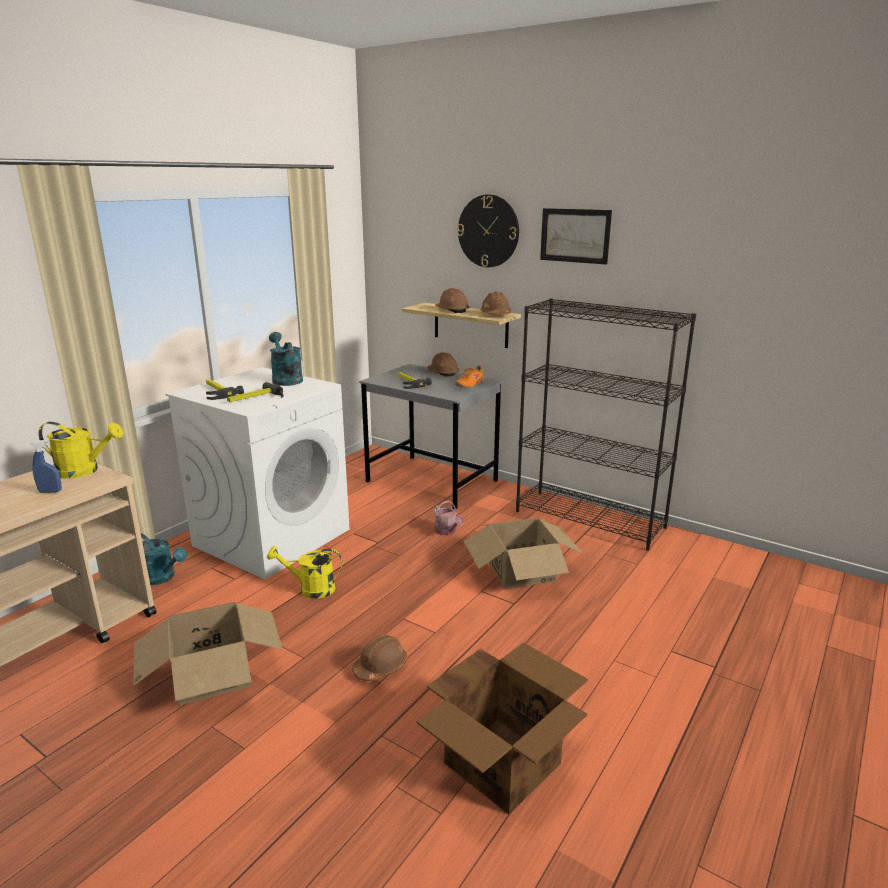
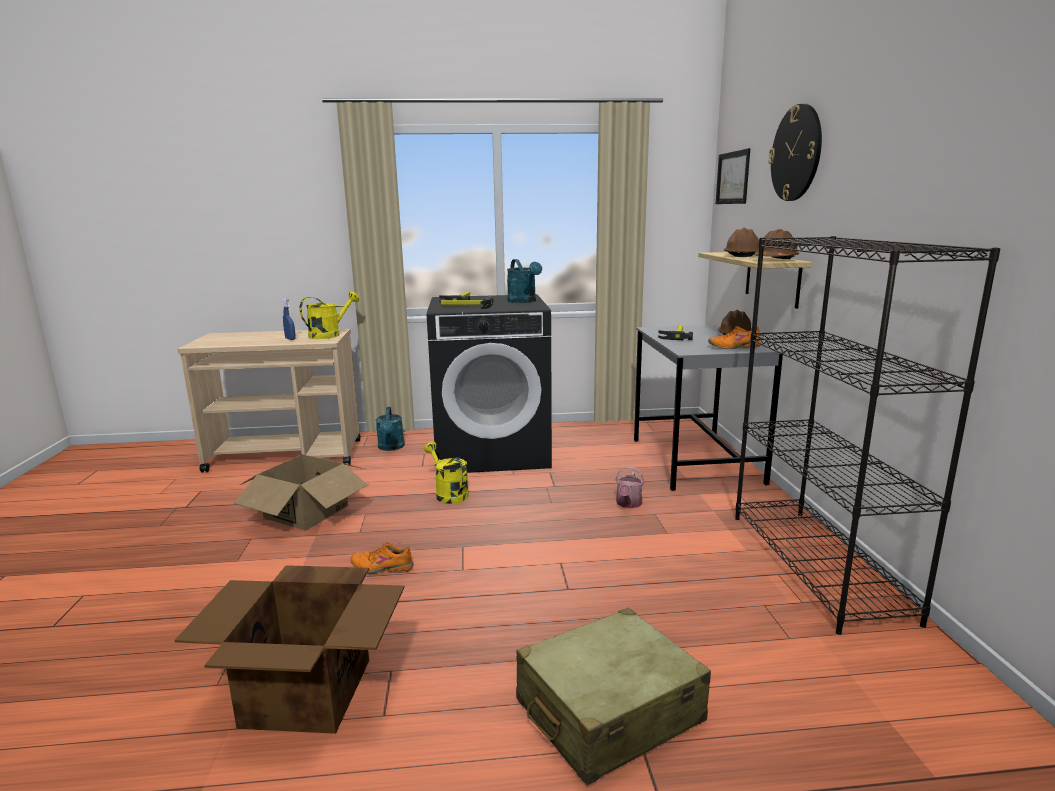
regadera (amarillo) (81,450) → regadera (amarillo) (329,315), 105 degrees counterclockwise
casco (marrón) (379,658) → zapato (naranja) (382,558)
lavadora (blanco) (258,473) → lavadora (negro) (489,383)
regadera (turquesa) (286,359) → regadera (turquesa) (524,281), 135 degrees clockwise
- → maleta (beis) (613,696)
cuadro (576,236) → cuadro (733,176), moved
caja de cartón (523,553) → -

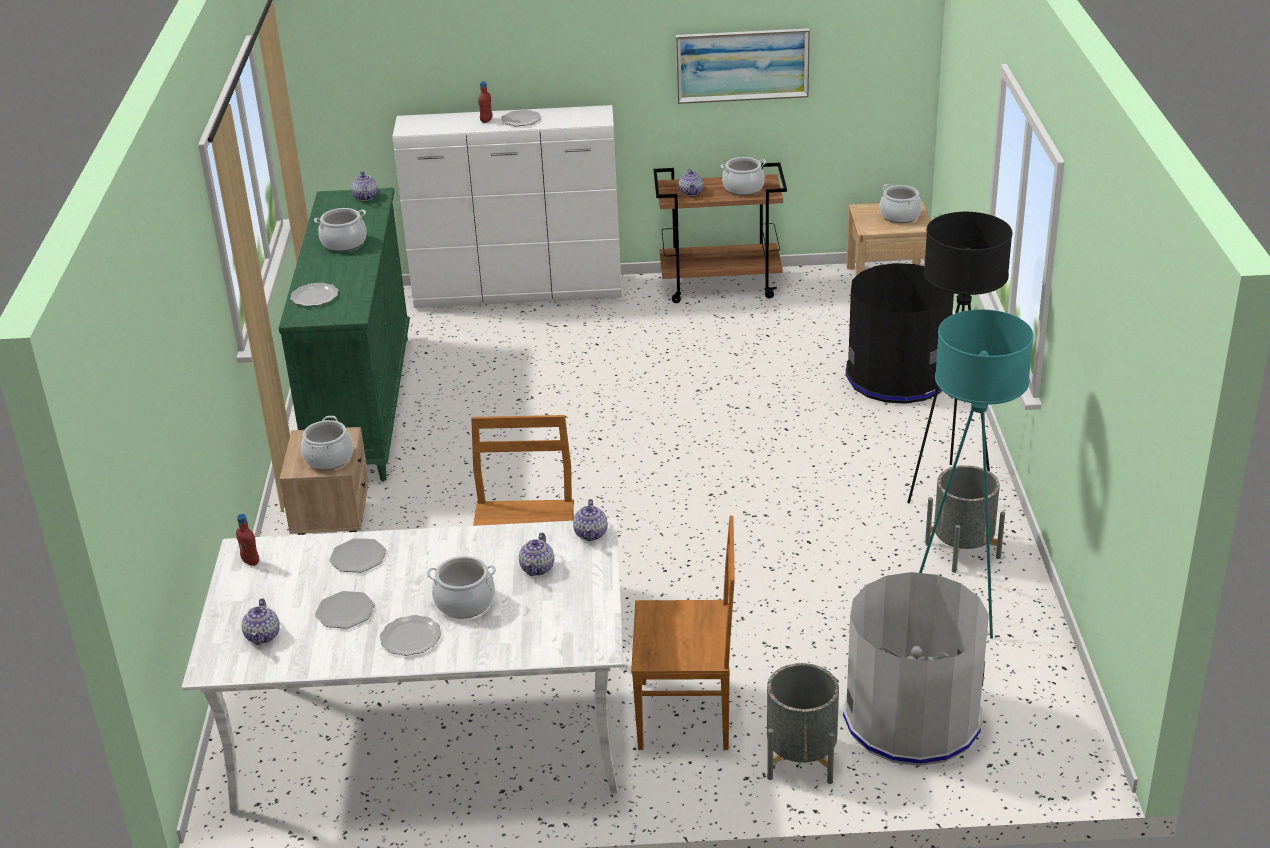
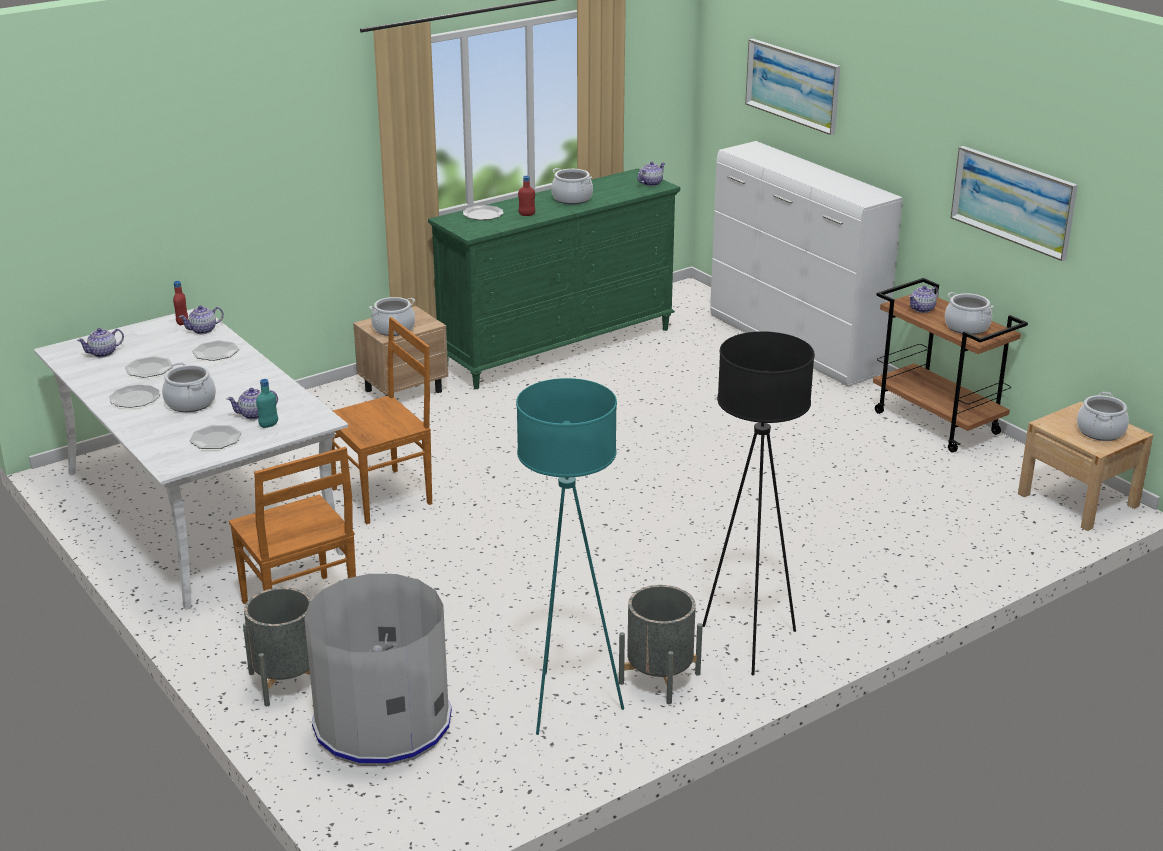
tetera (590,520) → tetera (201,320), moved
plato (521,118) → plato (215,437), moved
- → botella (turquesa) (267,403)
botella (rojo) (485,102) → botella (rojo) (526,196), moved
- → cuadro (792,87)
papelera (negro) (900,333) → -

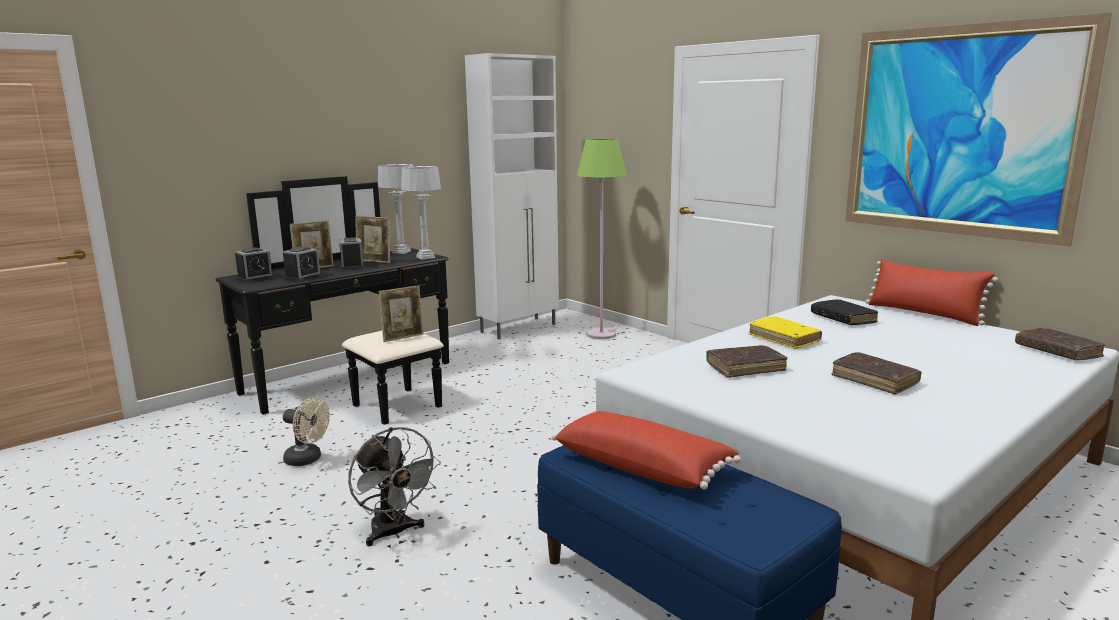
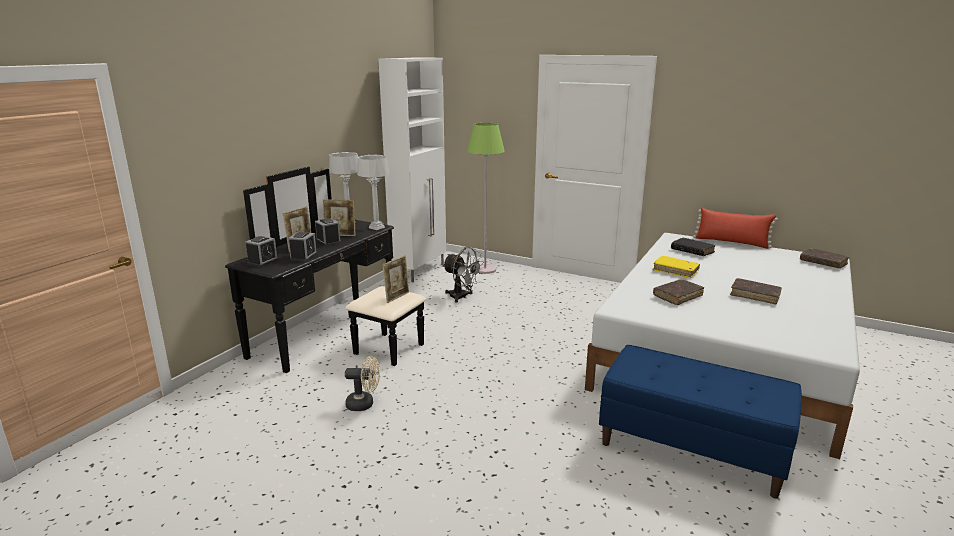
ventilador (gris) (394,486) → ventilador (gris) (463,275), moved
cojín (rojo) (646,450) → -
cuadro (978,129) → -

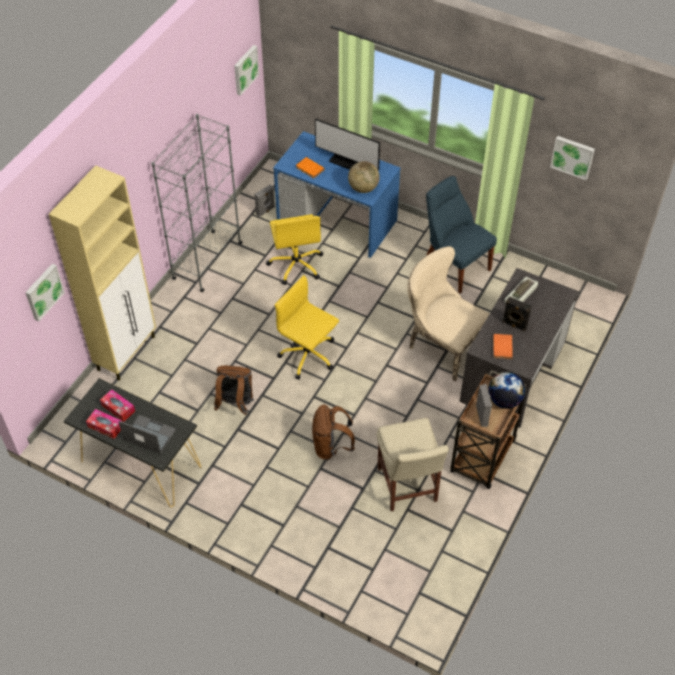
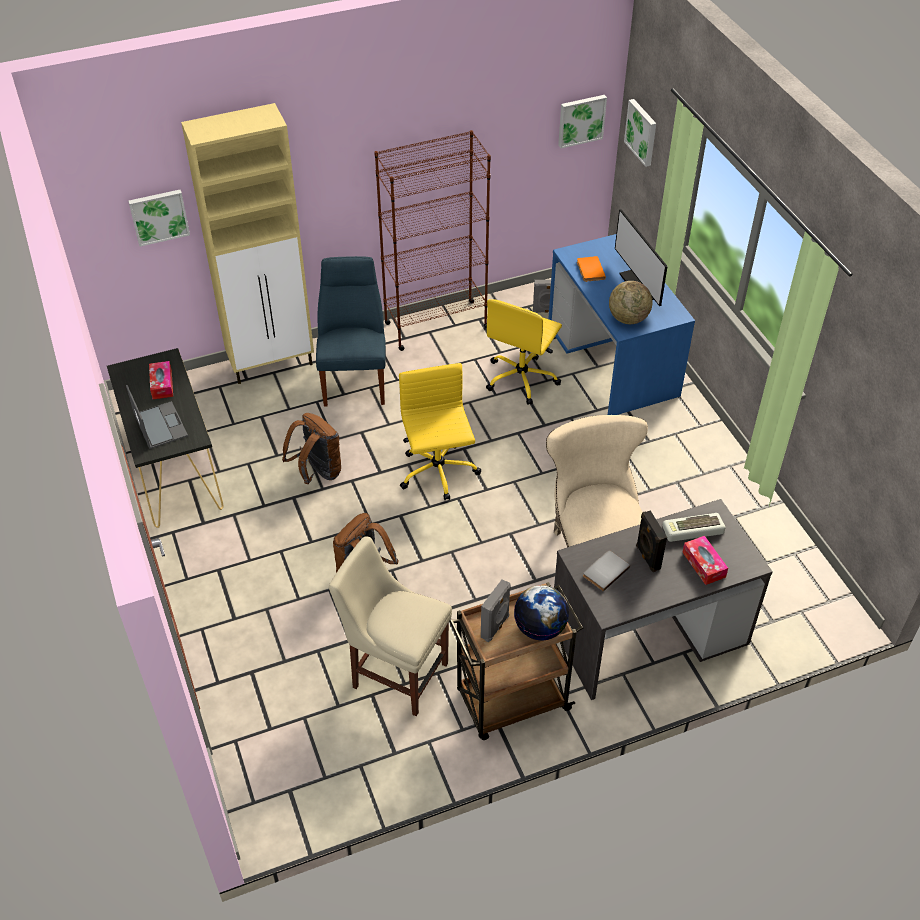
silla (azul) (461,234) → silla (azul) (351,331), moved
silla (beis) (413,464) → silla (beis) (390,626), 90 degrees clockwise
estantería (gris) (197,203) → estantería (marrón) (432,240)
libro (naranja) (503,346) → libro (gris) (606,571)
cuadro (572,158) → cuadro (640,133), moved
caja de pañuelos (104,424) → caja de pañuelos (705,560), moved

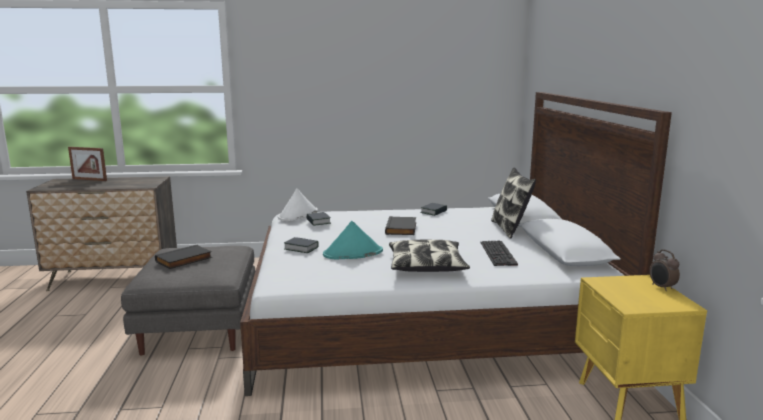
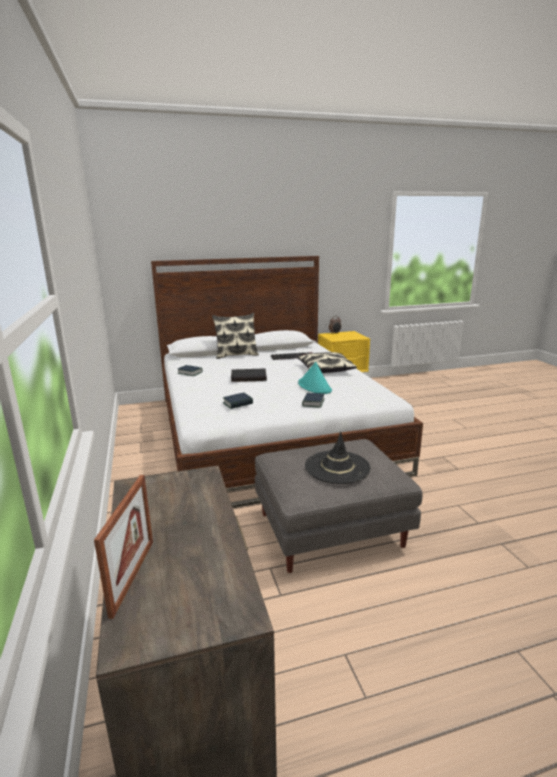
libro (negro) (183,257) → sombrero (negro) (338,458)
sombrero (blanco) (298,204) → -

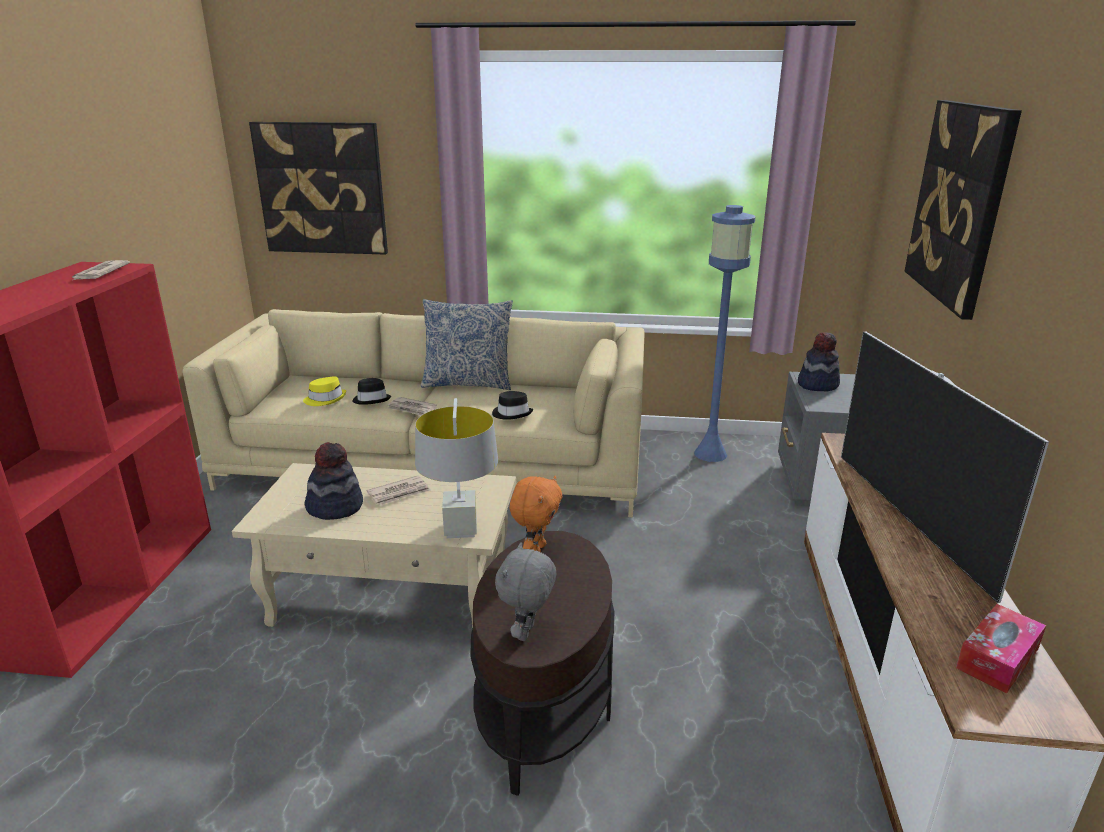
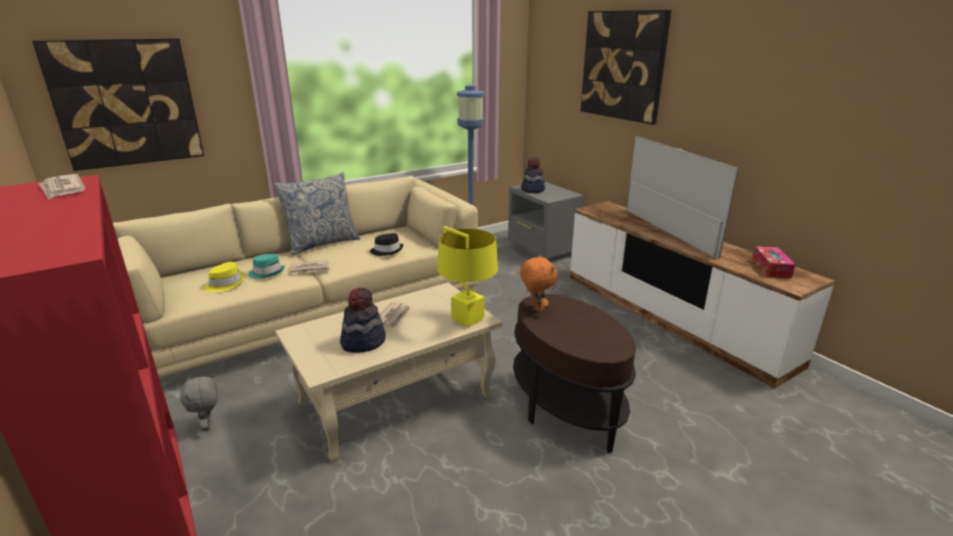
peluche (gris) (525,591) → peluche (gris) (199,403), moved
sombrero (negro) (371,391) → sombrero (turquesa) (267,266)
lámpara de mesa (gris) (456,468) → lámpara de mesa (amarillo) (467,276)
televisor (945,467) → televisor (683,197), 150 degrees counterclockwise

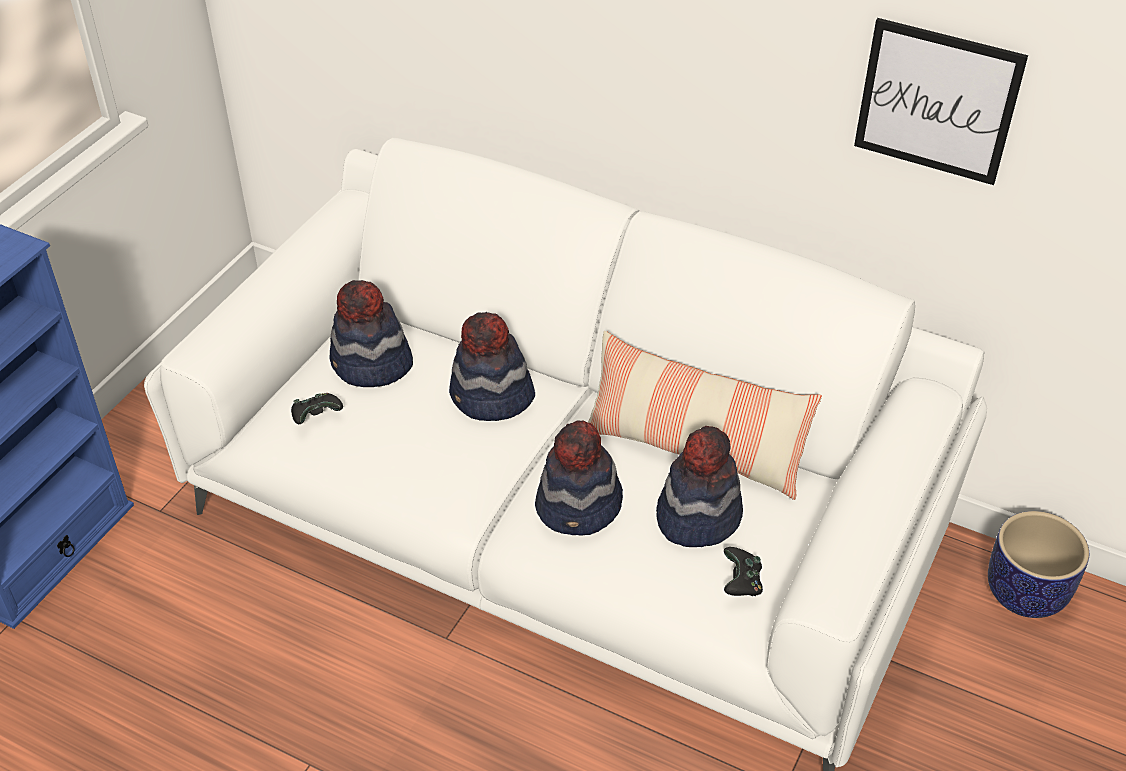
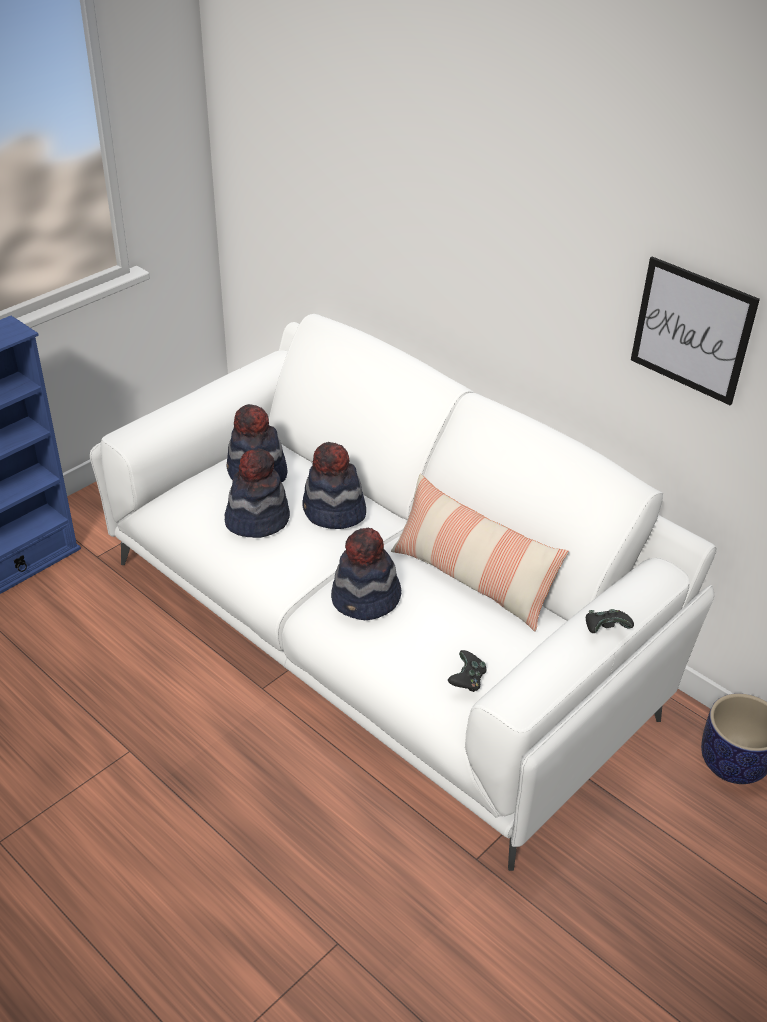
sombrero (699,486) → sombrero (257,493), moved
mando de consola (negro) (317,408) → mando de consola (negro) (610,621), moved

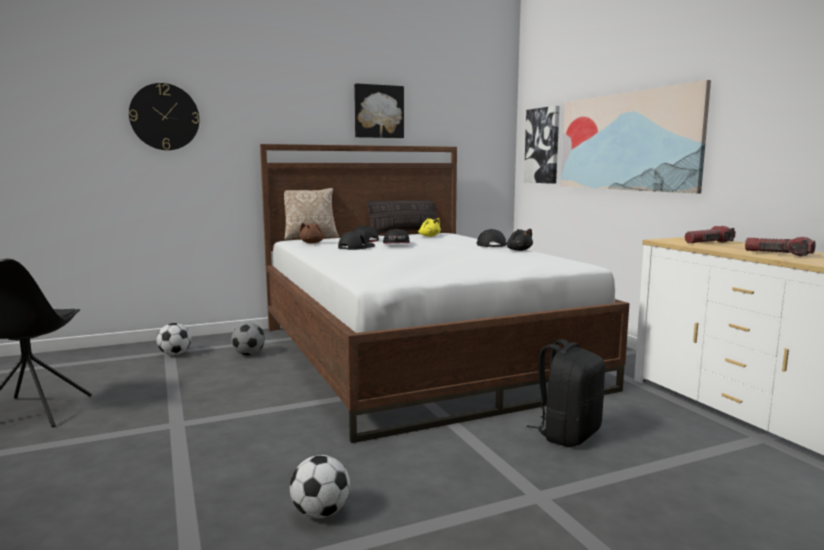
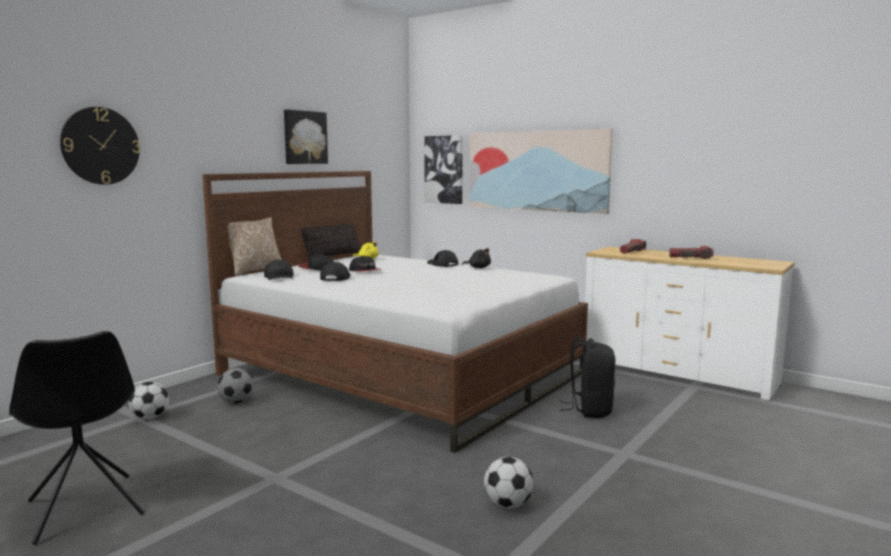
peluche (marrón) (312,233) → gorra (negro) (278,270)

